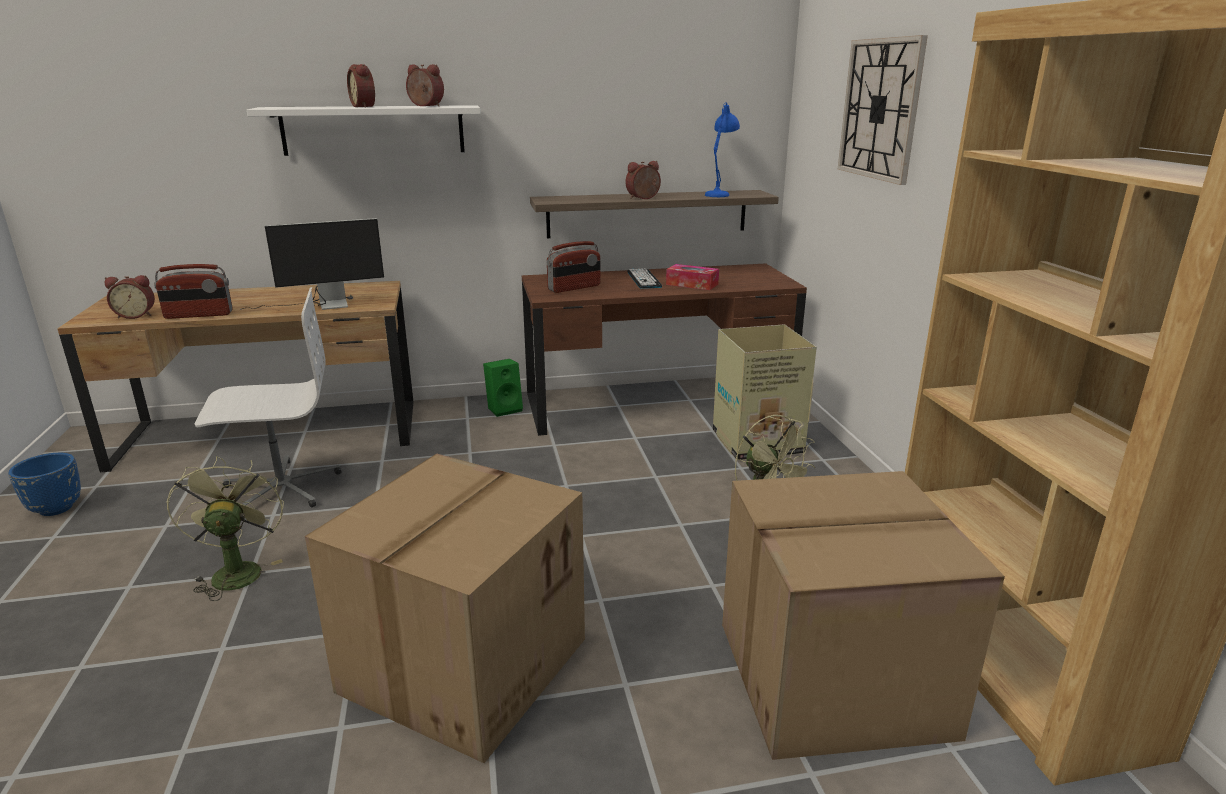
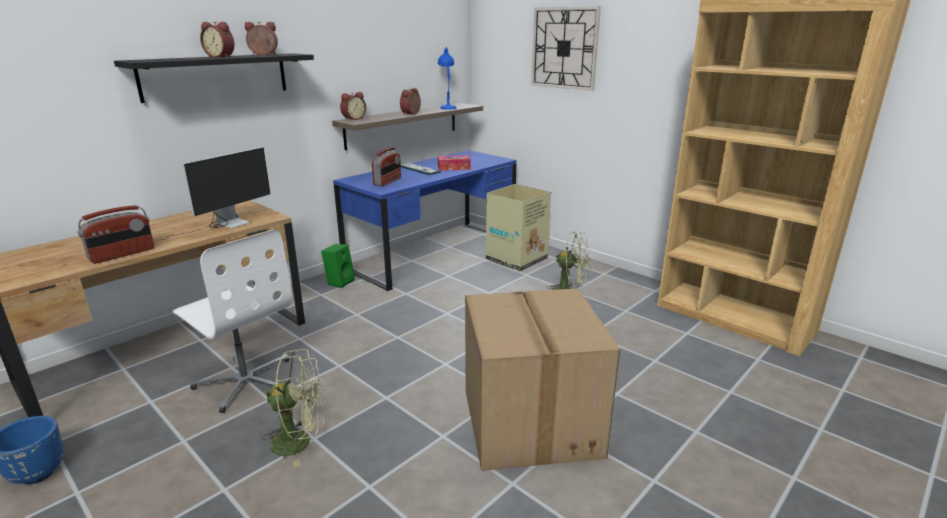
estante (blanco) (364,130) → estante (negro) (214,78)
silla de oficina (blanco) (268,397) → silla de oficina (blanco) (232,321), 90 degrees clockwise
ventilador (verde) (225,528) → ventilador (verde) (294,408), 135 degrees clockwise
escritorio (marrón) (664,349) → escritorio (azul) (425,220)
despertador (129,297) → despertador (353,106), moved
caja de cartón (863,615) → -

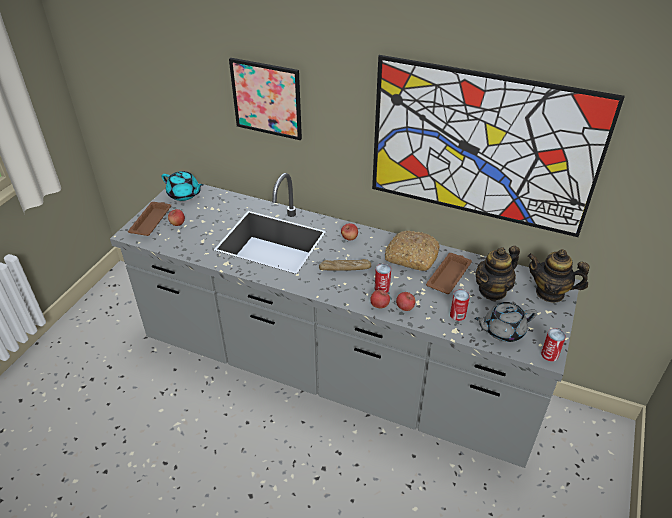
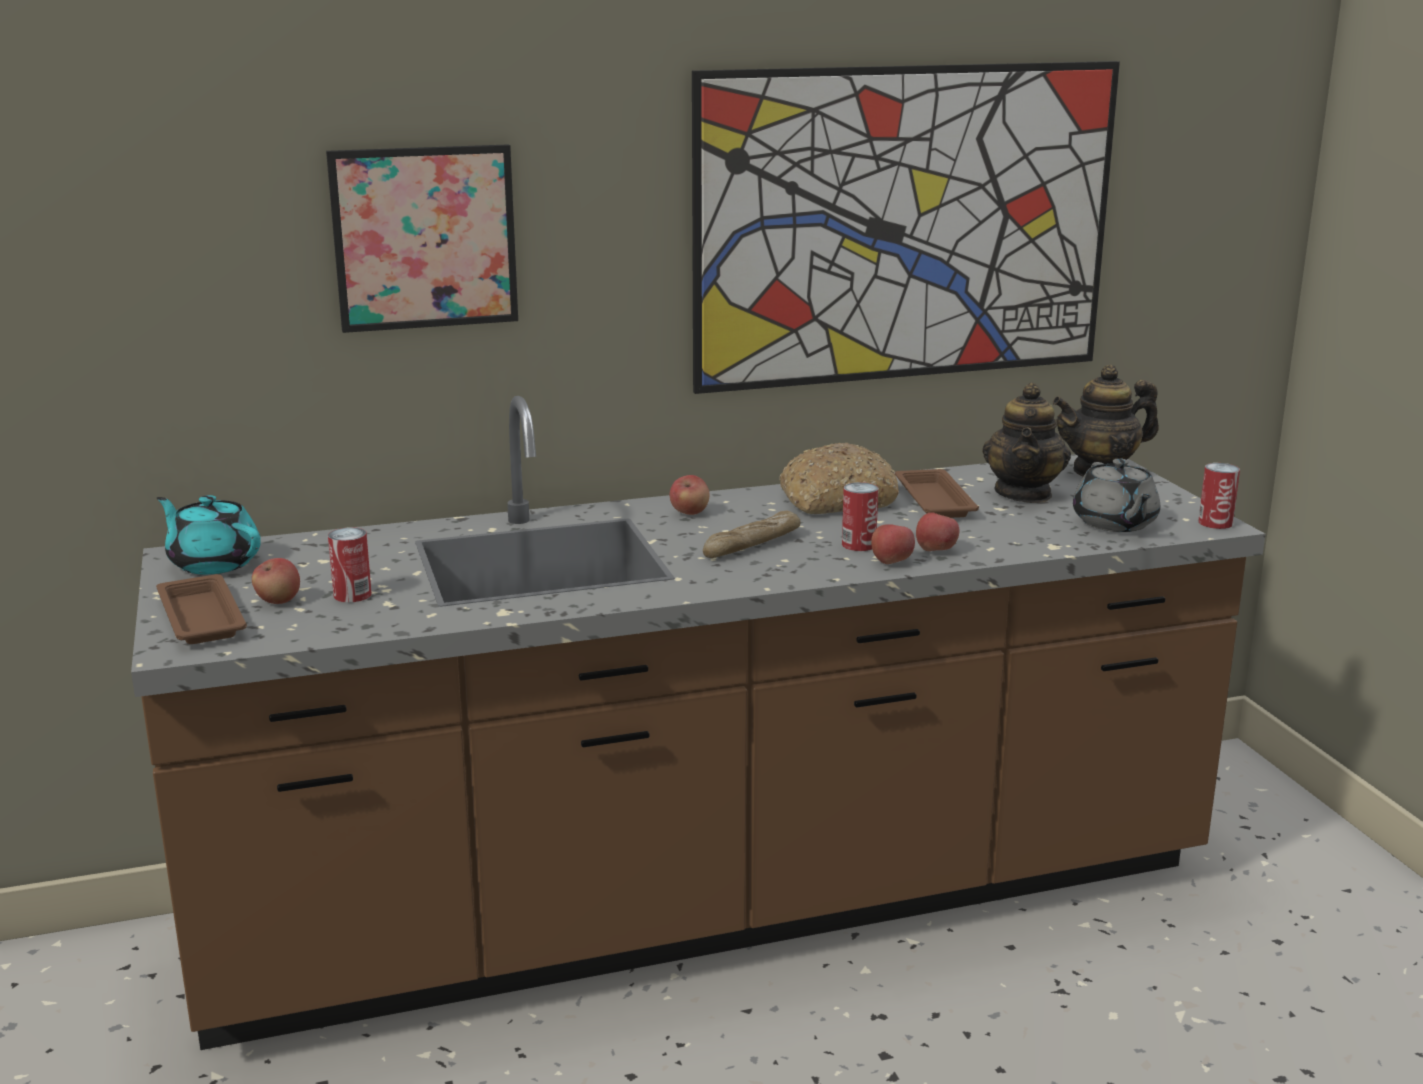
mueble bajo de cocina (gris) (345,320) → mueble bajo de cocina (marrón) (698,723)
tetera (turquesa) (182,186) → tetera (turquesa) (209,535), 135 degrees counterclockwise
lata (460,305) → lata (350,565), moved
tetera (gris) (505,322) → tetera (gris) (1116,495), 45 degrees counterclockwise

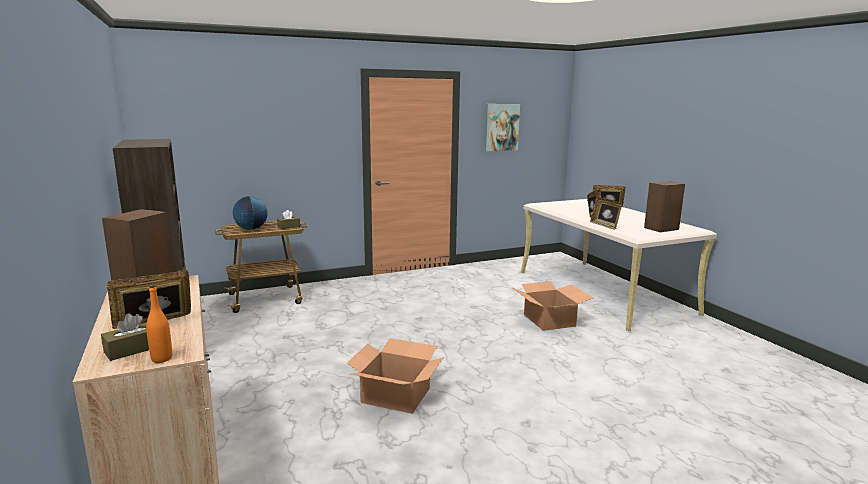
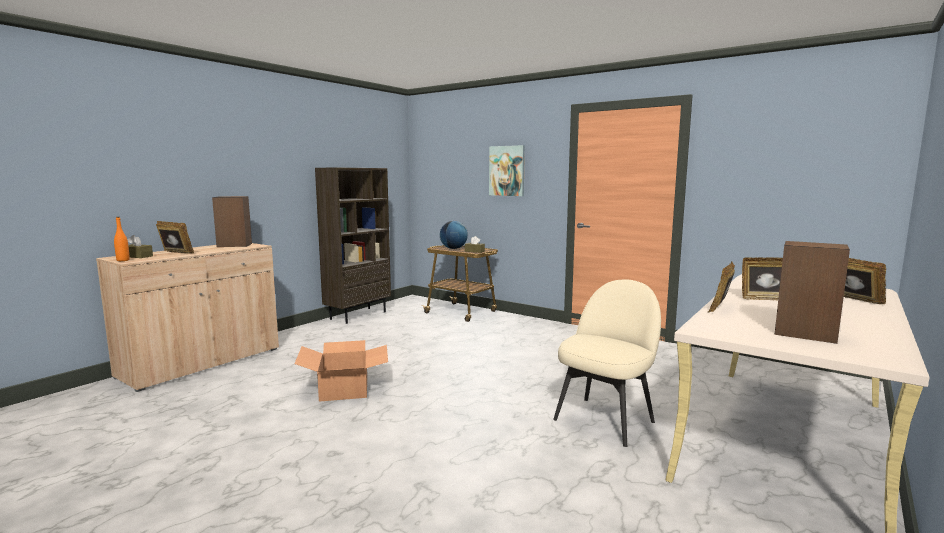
cuadro (502,127) → cuadro (507,170), moved
caja de cartón (552,306) → silla (beis) (607,363)

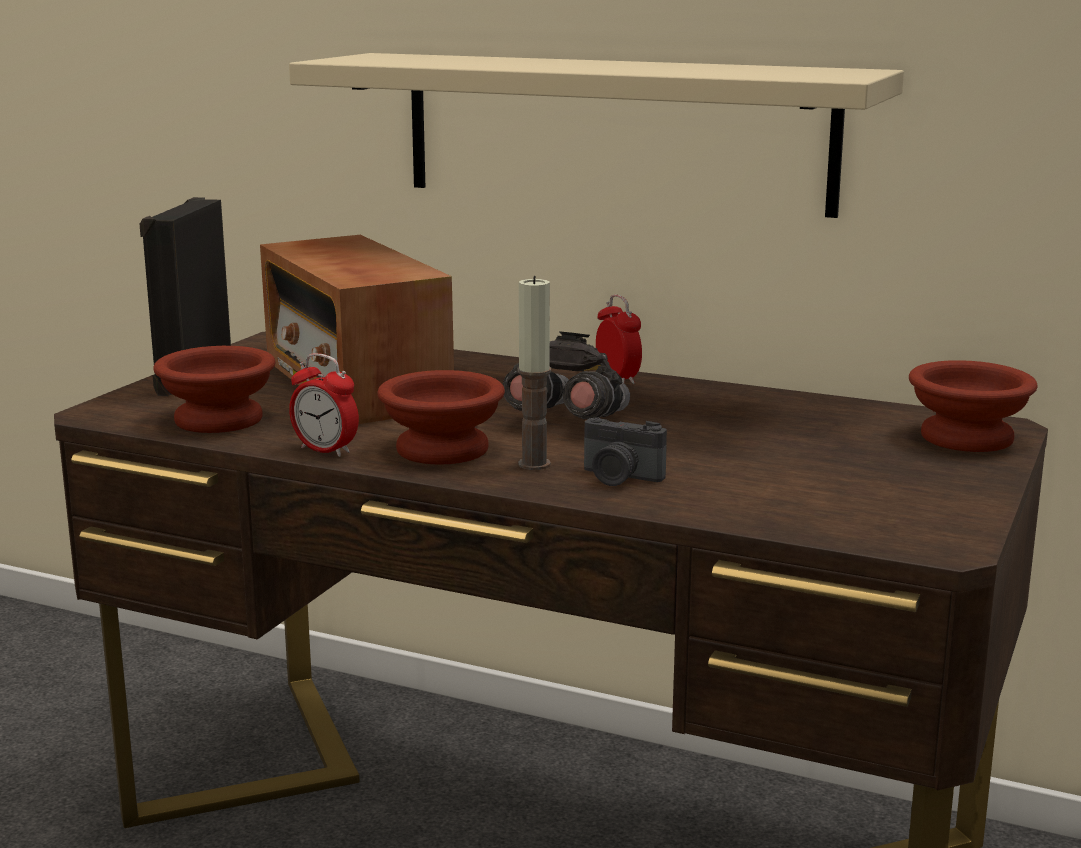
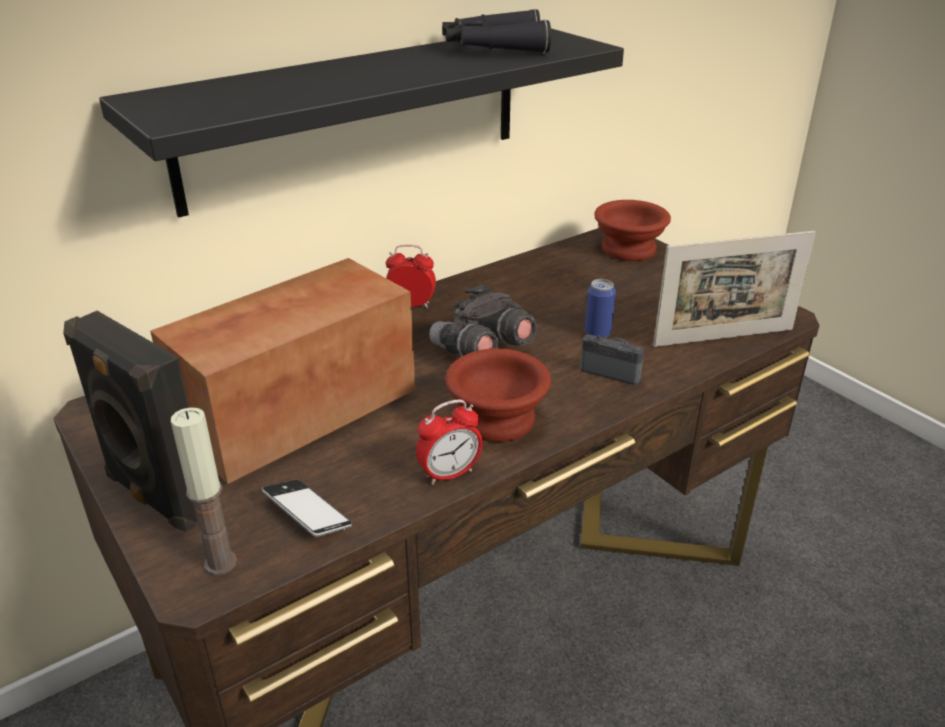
estante (beis) (596,135) → estante (negro) (361,123)
radio (357,329) → radio (282,371), 135 degrees clockwise
vela (534,373) → vela (204,491), moved
cuenco (marrón) (214,389) → móvil (307,508)
- → prismáticos (negro) (496,31)
cámara (625,451) → cámara (612,359), 120 degrees counterclockwise
- → lata (600,308)
- → portarretratos (734,289)

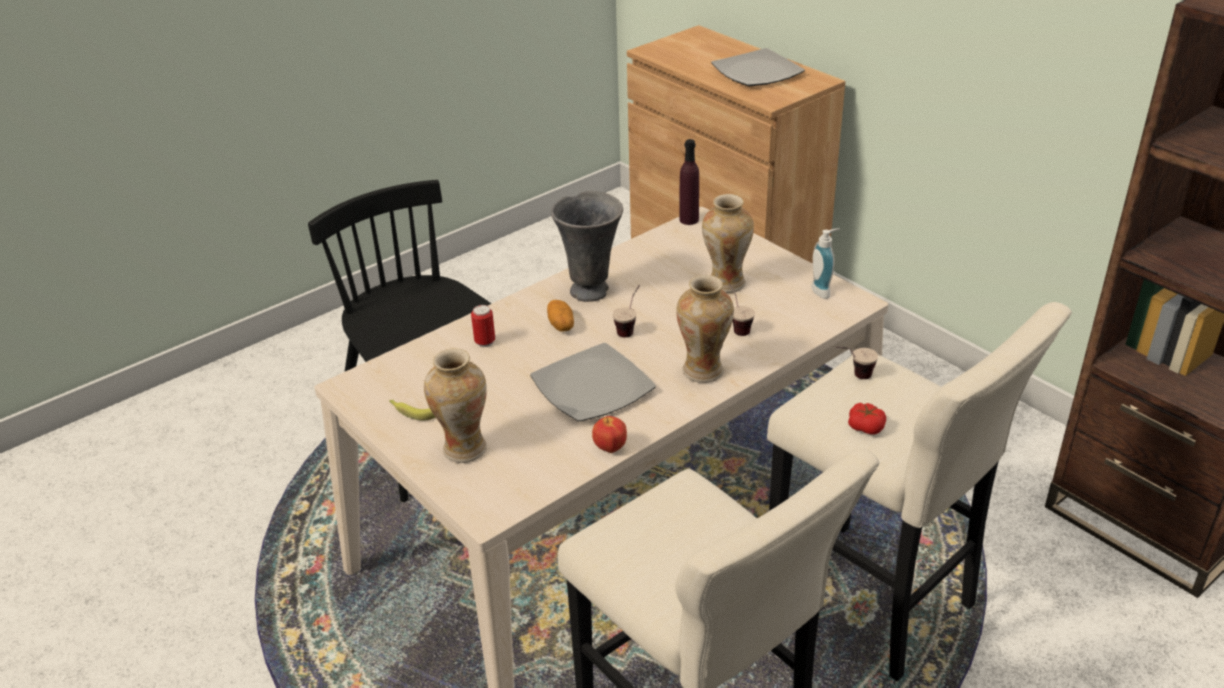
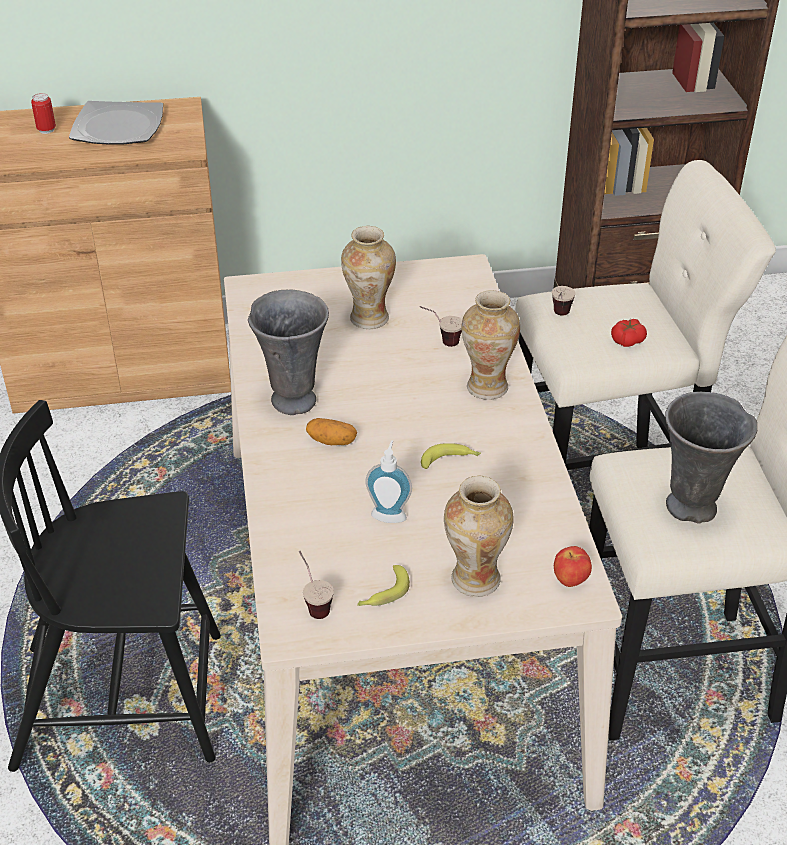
lata (483,326) → lata (43,113), moved
taza (626,311) → taza (316,585), moved
dispensador de jabón (825,263) → dispensador de jabón (388,481), moved
plato (593,382) → plátano (451,456)
manzana (609,434) → manzana (573,566), moved
- → florero (gris) (711,457)
botella (morado) (689,182) → -

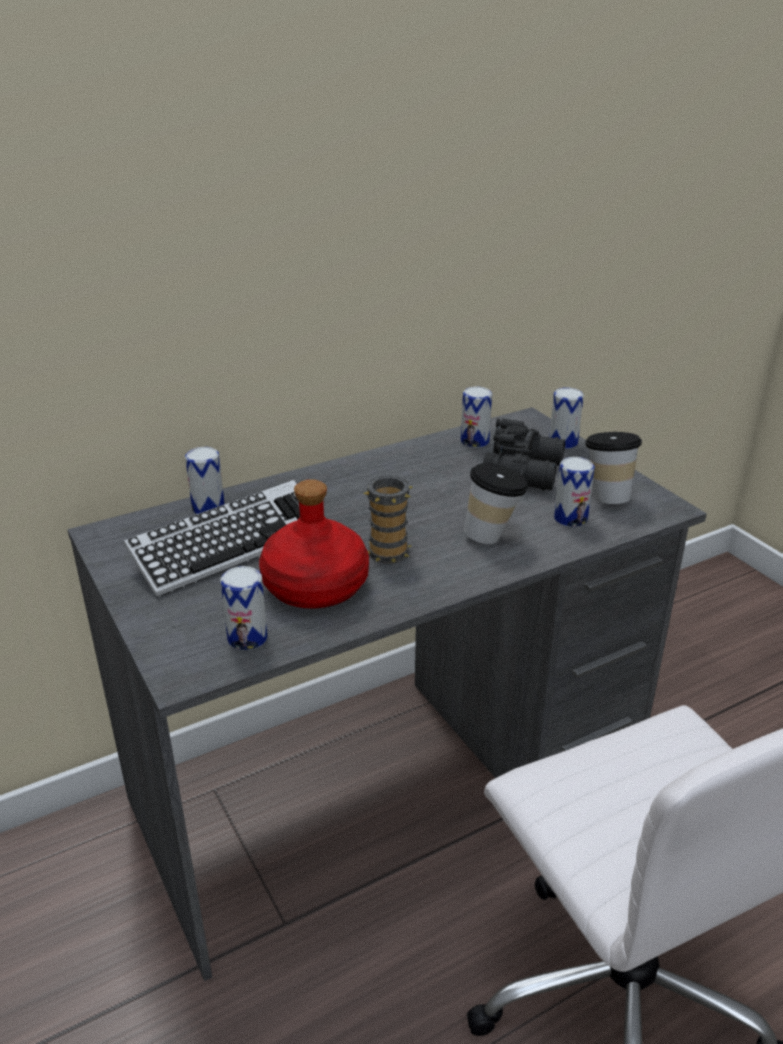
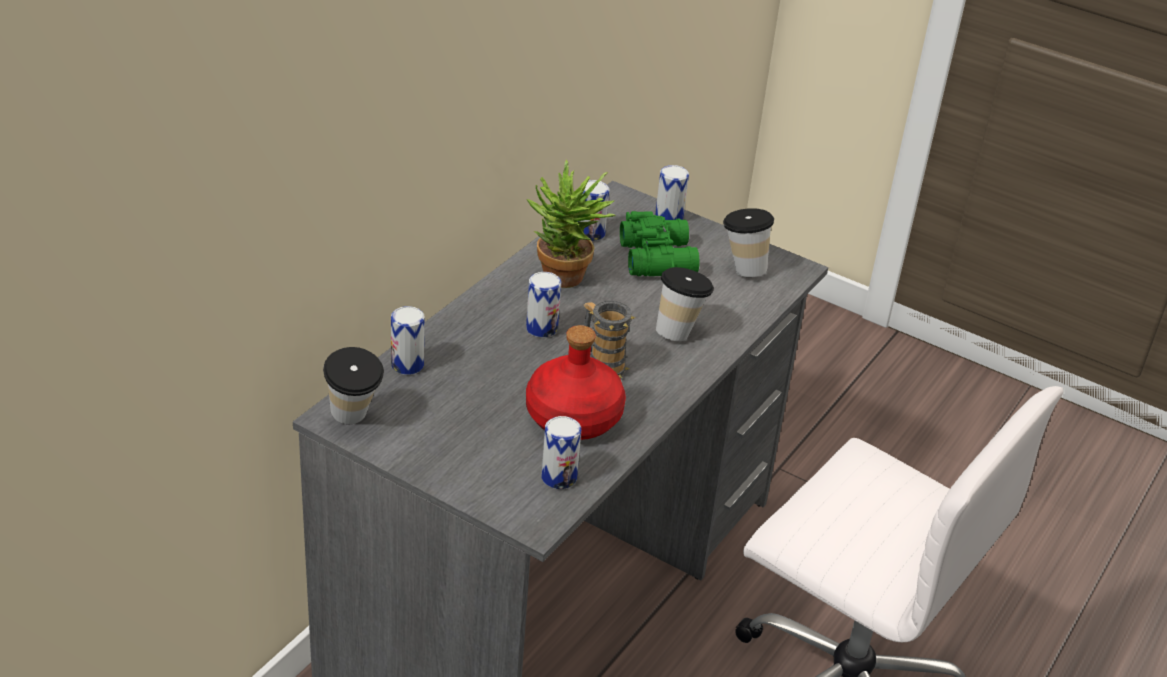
- → taza (353,385)
lata (574,492) → lata (543,305), moved
- → planta en maceta (571,224)
prismáticos (negro) (524,454) → prismáticos (verde) (660,243)
teclado (212,539) → -

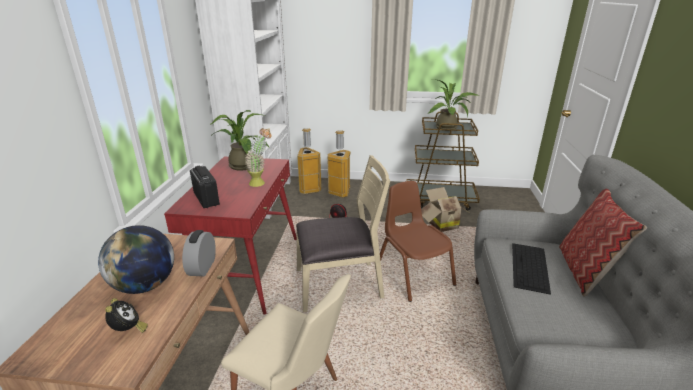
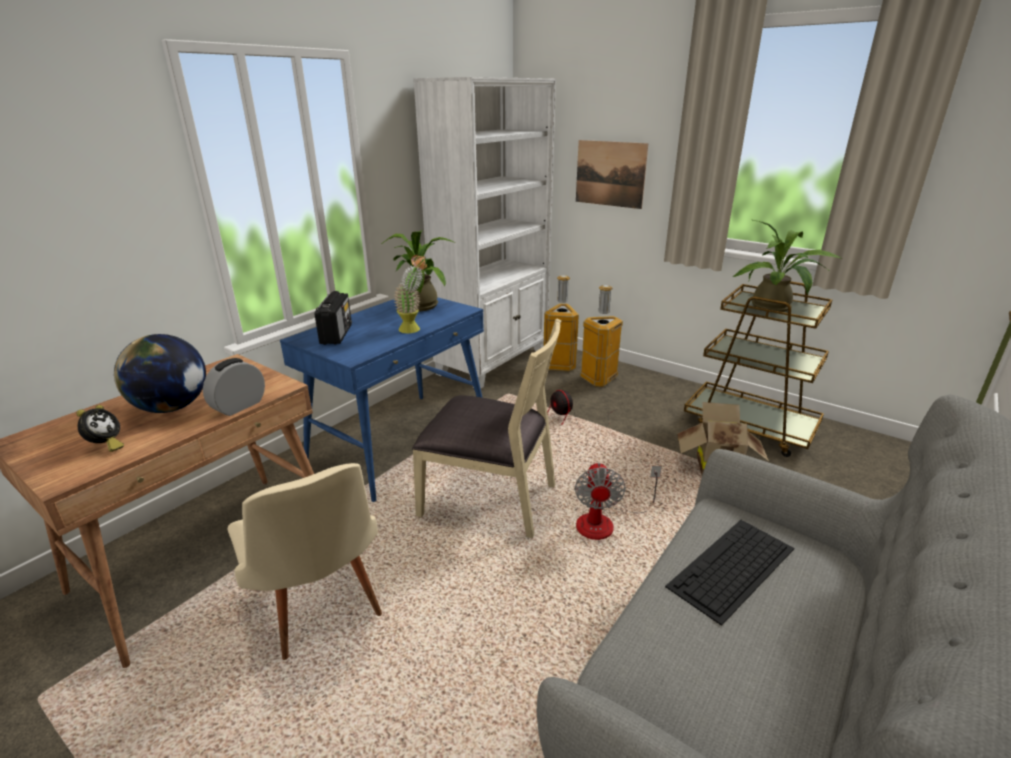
escritorio (rojo) (230,235) → escritorio (azul) (382,399)
silla (marrón) (418,241) → ventilador (618,501)
- → cuadro (612,174)
cojín (603,243) → -

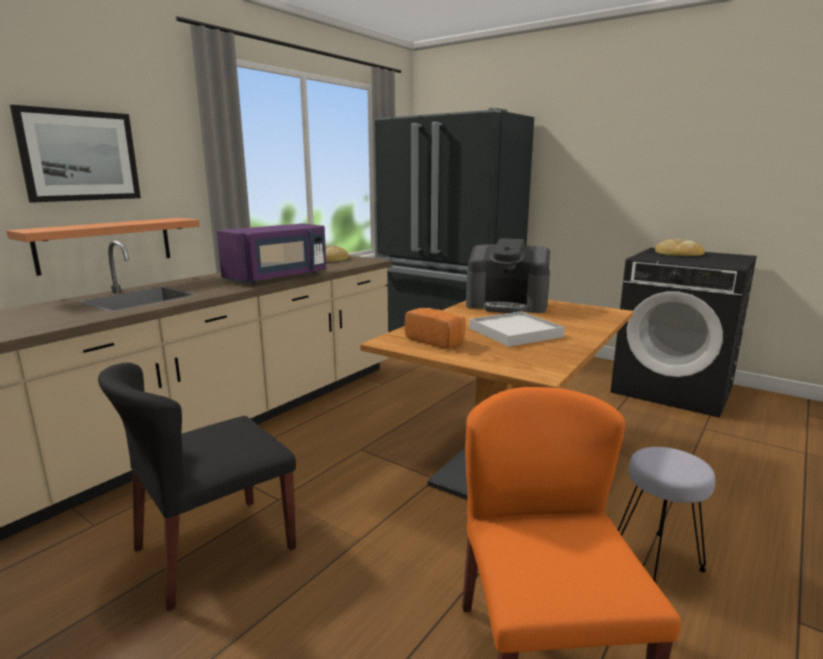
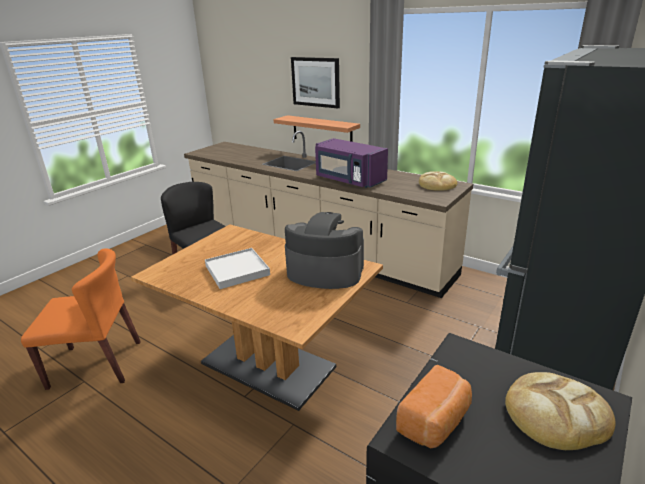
cafetera (508,275) → cafetera (324,250), 90 degrees clockwise
pan (435,328) → pan (434,407), moved
taburete (gris) (666,515) → -

